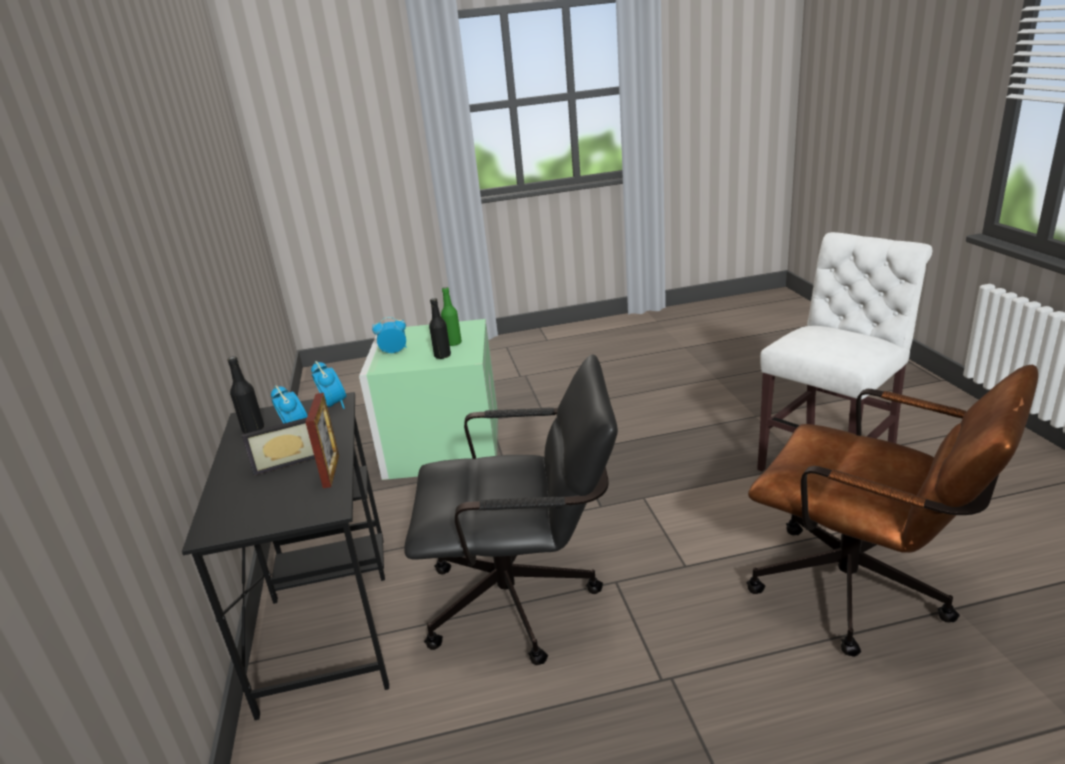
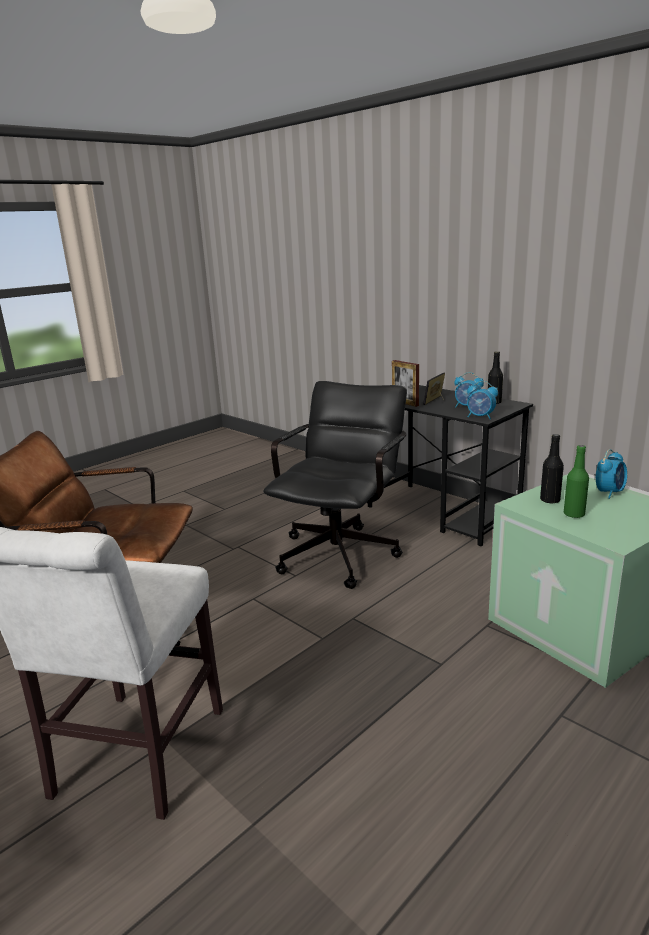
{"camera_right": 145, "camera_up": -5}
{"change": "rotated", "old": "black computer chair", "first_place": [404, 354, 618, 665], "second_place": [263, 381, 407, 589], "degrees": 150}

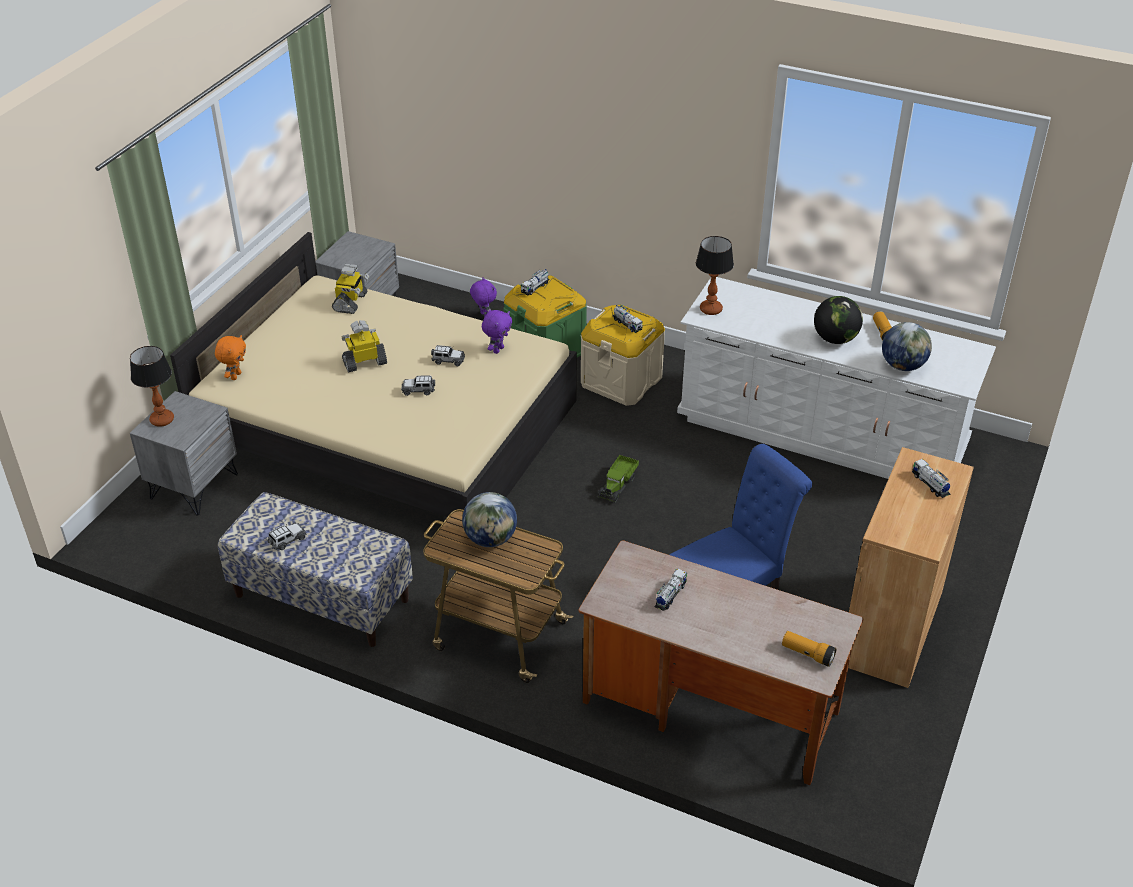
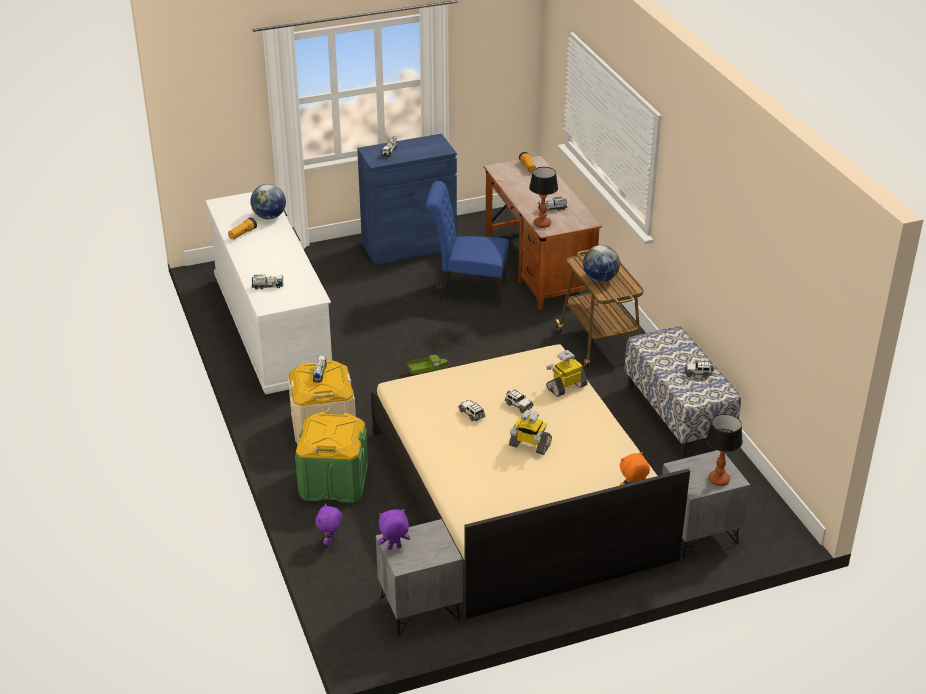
{"camera_right": -135, "camera_up": -5}
{"change": "shifted", "old": "lamp for a table", "first_place": [696, 236, 734, 315], "second_place": [529, 167, 558, 228]}
{"change": "shifted", "old": "model robot", "first_place": [332, 264, 369, 314], "second_place": [546, 350, 588, 397]}
{"change": "shifted", "old": "toy truck", "first_place": [521, 269, 550, 296], "second_place": [252, 274, 283, 290]}
{"change": "gone", "old": "world globe", "first_place": [814, 296, 863, 344]}
{"change": "shifted", "old": "purple cuddly toy", "first_place": [482, 310, 512, 354], "second_place": [378, 509, 410, 550]}
{"change": "repainted", "old": "brown-coloured cabinet", "new": "blue cabinet", "first_place": [848, 447, 974, 688], "second_place": [357, 134, 457, 265]}

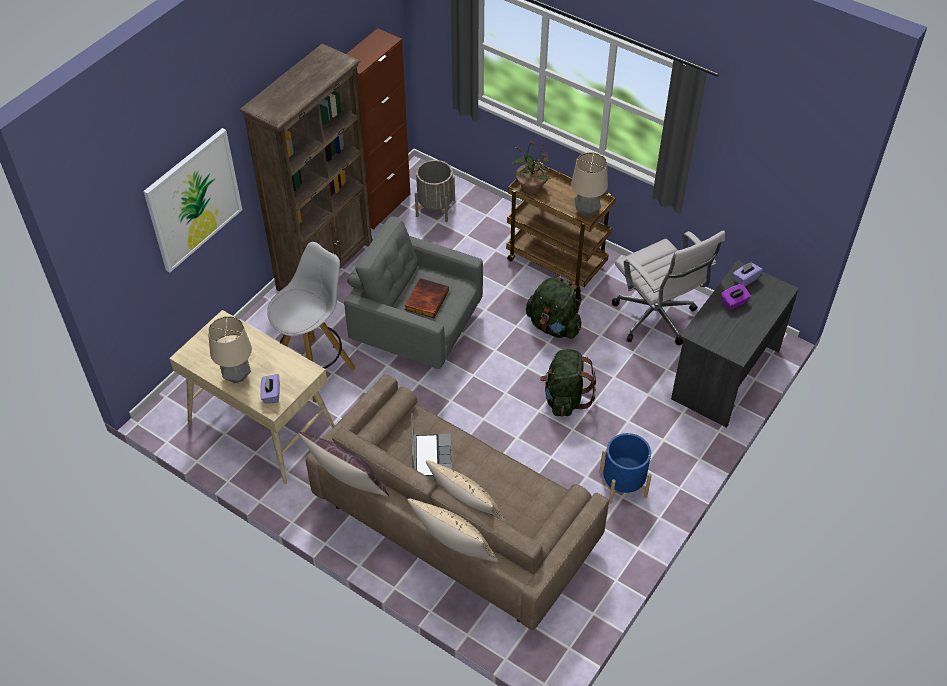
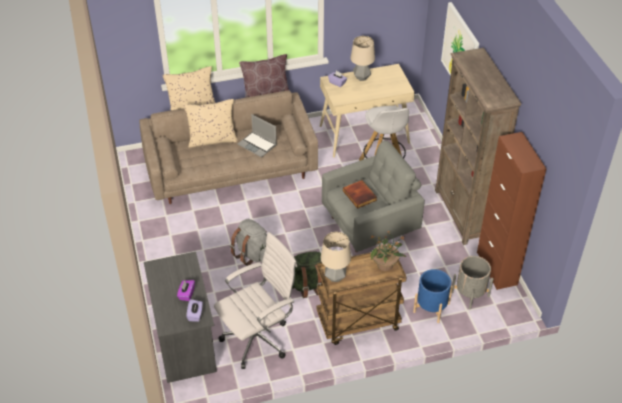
{"camera_right": 130, "camera_up": -5}
{"change": "rotated", "old": "white computer chair", "first_place": [612, 230, 725, 346], "second_place": [214, 232, 297, 369], "degrees": 135}
{"change": "repainted", "old": "greenish rucksack", "new": "grey rucksack", "first_place": [540, 349, 596, 417], "second_place": [230, 219, 267, 266]}
{"change": "shifted", "old": "blue flower pot", "first_place": [599, 433, 652, 504], "second_place": [413, 269, 453, 323]}

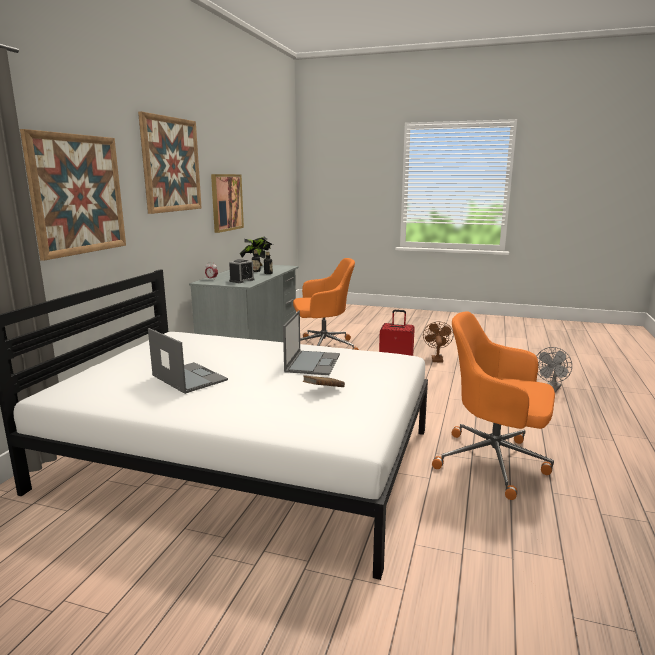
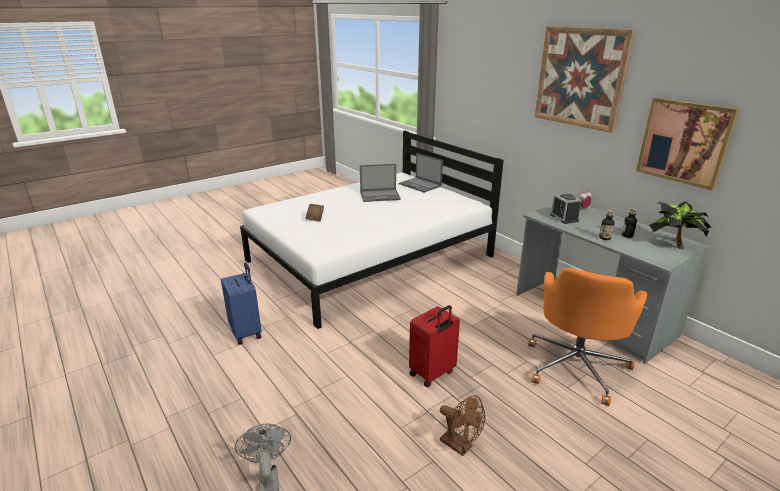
{"camera_right": 125, "camera_up": 10}
{"change": "gone", "old": "wall art", "first_place": [20, 129, 126, 261]}
{"change": "shifted", "old": "notebook computer", "first_place": [283, 311, 340, 375], "second_place": [399, 153, 443, 193]}
{"change": "swapped", "old": "orange-coloured computer chair", "new": "blue suitcase", "first_place": [432, 312, 555, 500], "second_place": [221, 262, 262, 345]}

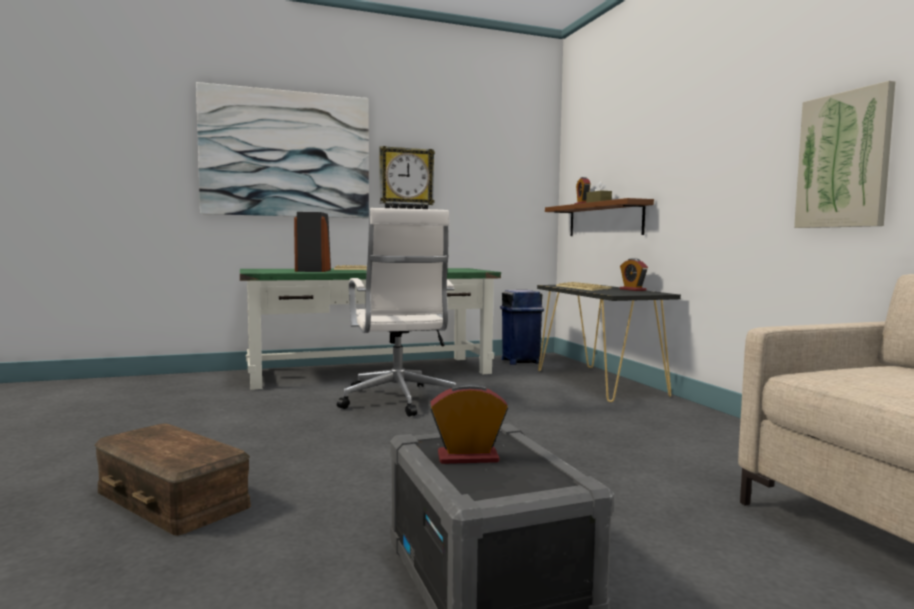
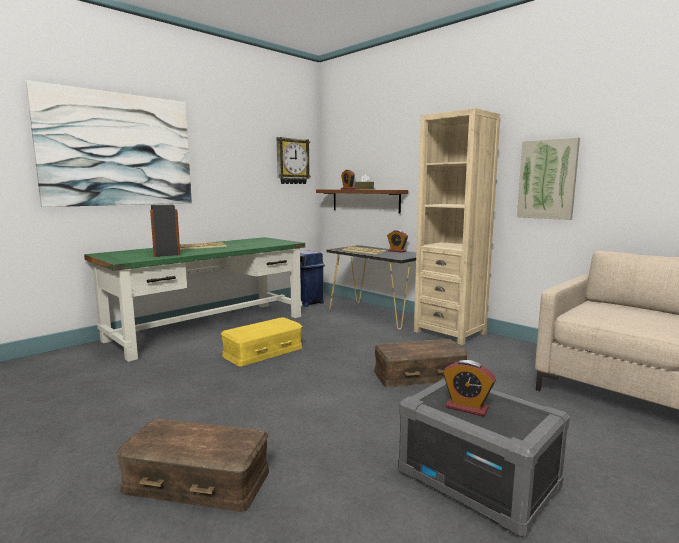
{"camera_right": -25, "camera_up": 5}
{"change": "shifted", "old": "hanging clock", "first_place": [379, 146, 435, 209], "second_place": [277, 137, 311, 184]}
{"change": "swapped", "old": "white computer chair", "new": "yellow-coloured storage container", "first_place": [337, 208, 456, 417], "second_place": [221, 317, 302, 366]}
{"change": "rotated", "old": "alarm clock", "first_place": [430, 382, 508, 464], "second_place": [443, 360, 496, 417], "degrees": -120}
{"change": "new", "new": "beige shelving unit", "second_place": [414, 108, 500, 345]}
{"change": "new", "new": "brown-coloured storage container", "second_place": [374, 339, 468, 388]}

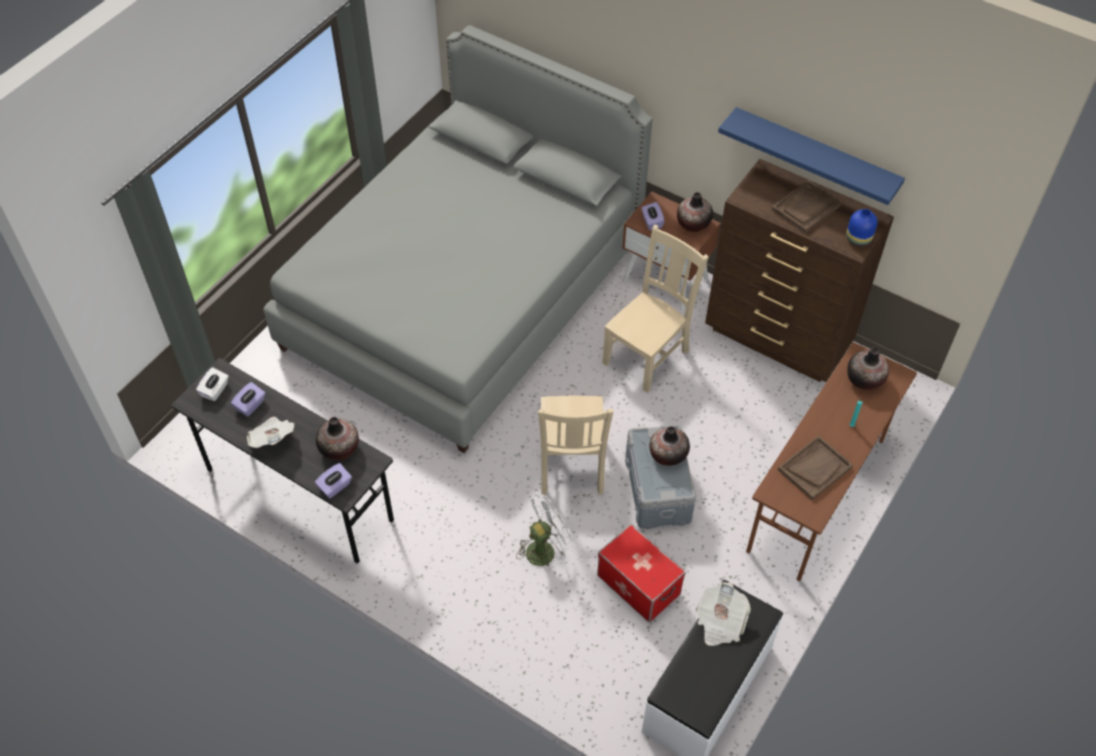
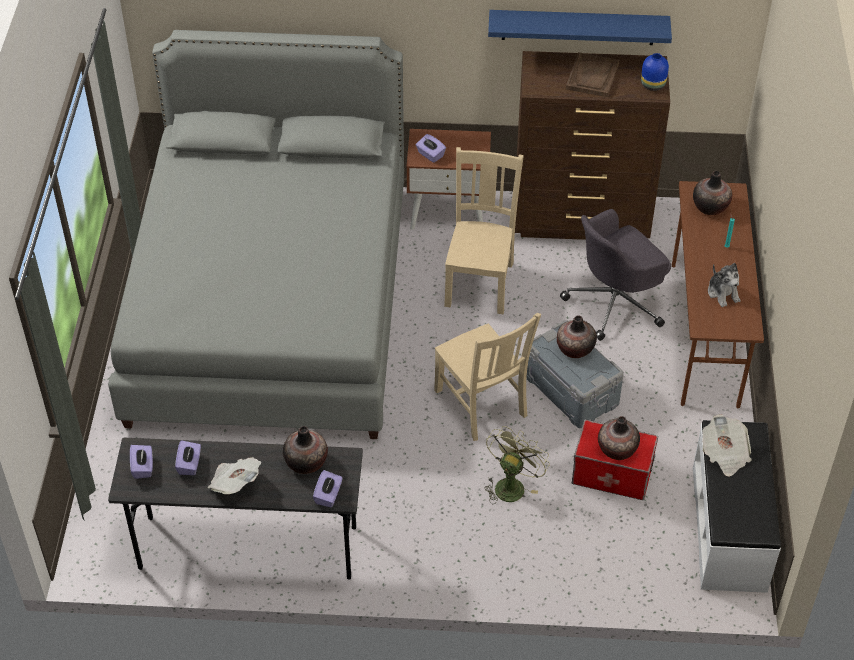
{"camera_right": -30, "camera_up": -5}
{"change": "shifted", "old": "flower vase", "first_place": [677, 192, 713, 232], "second_place": [598, 416, 640, 460]}
{"change": "repainted", "old": "white tissue box", "new": "purple tissue box", "first_place": [196, 367, 228, 401], "second_place": [130, 445, 153, 479]}
{"change": "swapped", "old": "brown-coloured tray", "new": "cuddly toy", "first_place": [778, 435, 853, 500], "second_place": [708, 263, 740, 307]}
{"change": "repainted", "old": "white fan", "new": "greenish fan", "first_place": [516, 494, 575, 569], "second_place": [484, 426, 550, 504]}
{"change": "new", "new": "grey computer chair", "second_place": [560, 209, 671, 341]}

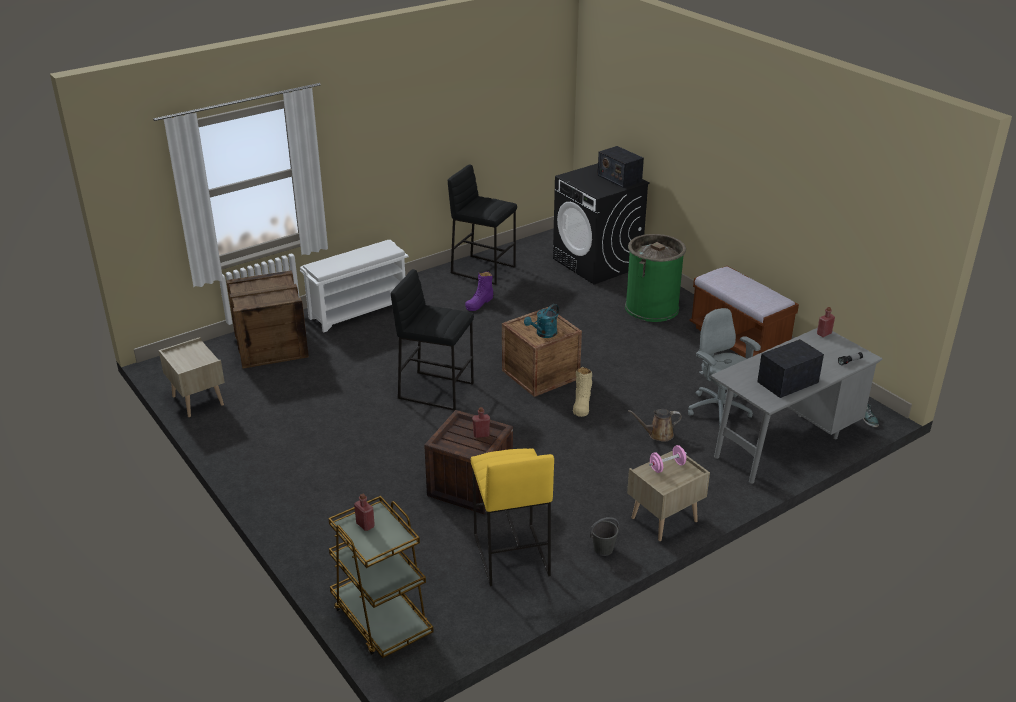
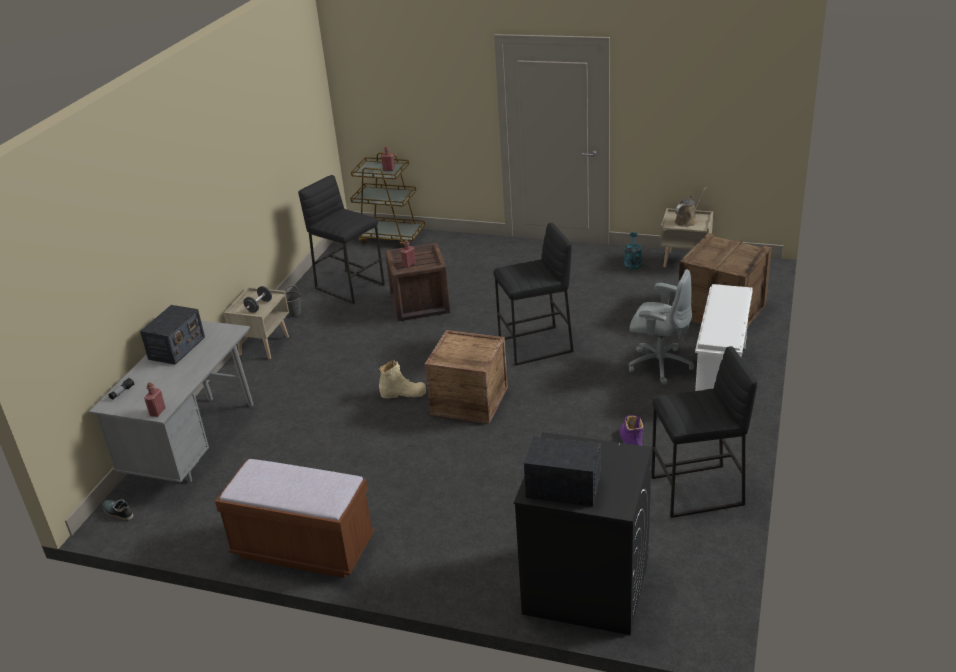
{"camera_right": 145, "camera_up": 0}
{"change": "gone", "old": "greenish waste bin", "first_place": [625, 234, 686, 322]}
{"change": "shifted", "old": "blue-green sprinkling can", "first_place": [524, 304, 559, 338], "second_place": [624, 232, 642, 269]}
{"change": "shifted", "old": "grey computer chair", "first_place": [688, 308, 761, 427], "second_place": [629, 269, 695, 384]}
{"change": "rotated", "old": "beige high-top boot", "first_place": [573, 367, 592, 417], "second_place": [378, 360, 426, 398], "degrees": 120}
{"change": "shifted", "old": "brown-coloured sprinkling can", "first_place": [628, 409, 682, 442], "second_place": [675, 187, 707, 227]}
{"change": "repainted", "old": "pink hand weight", "new": "black hand weight", "first_place": [649, 445, 687, 473], "second_place": [244, 286, 272, 313]}
{"change": "repainted", "old": "yellow-coloured stool seat", "new": "black stool seat", "first_place": [471, 448, 554, 586], "second_place": [298, 175, 385, 304]}

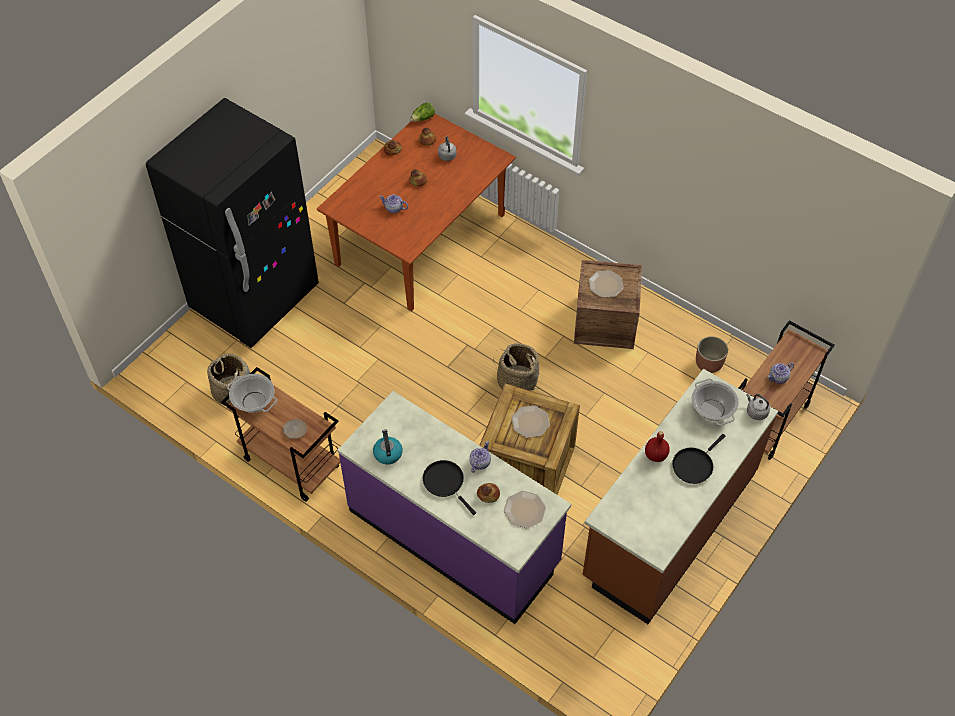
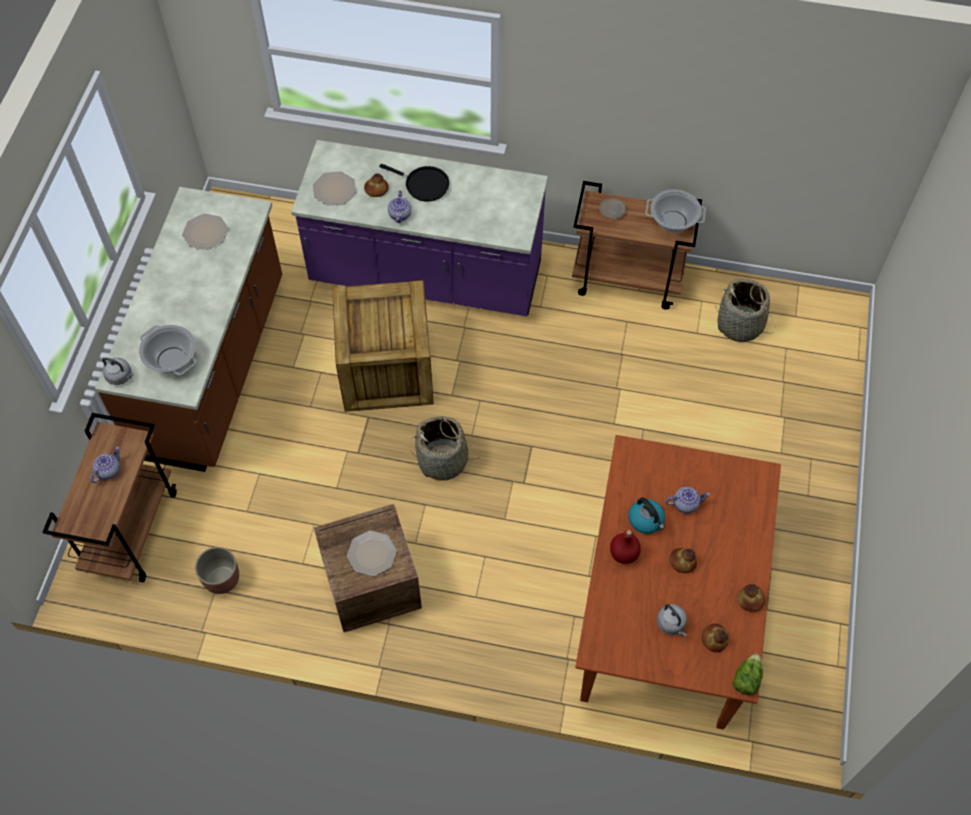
{"camera_right": 155, "camera_up": 5}
{"change": "gone", "old": "black fridge", "first_place": [146, 98, 319, 348]}
{"change": "shifted", "old": "dinner plate", "first_place": [512, 405, 550, 438], "second_place": [182, 214, 228, 250]}
{"change": "shifted", "old": "kettle", "first_place": [373, 429, 403, 464], "second_place": [629, 497, 665, 534]}
{"change": "shifted", "old": "reddish drink bottle", "first_place": [645, 431, 670, 462], "second_place": [610, 530, 641, 564]}
{"change": "gone", "old": "black pan", "first_place": [672, 434, 725, 484]}

